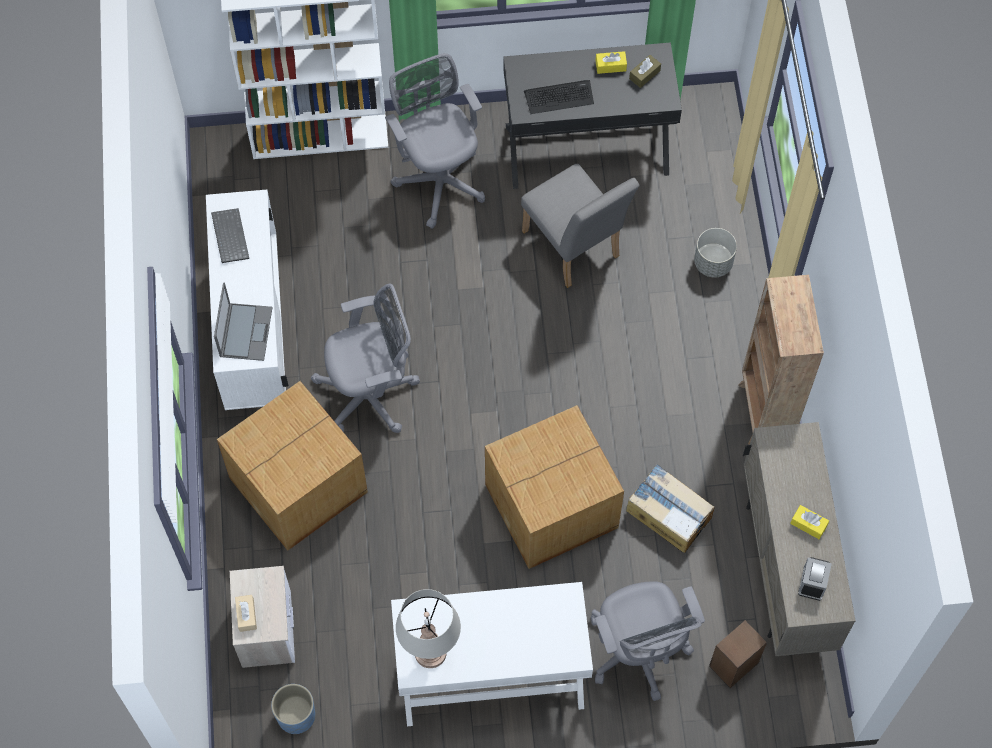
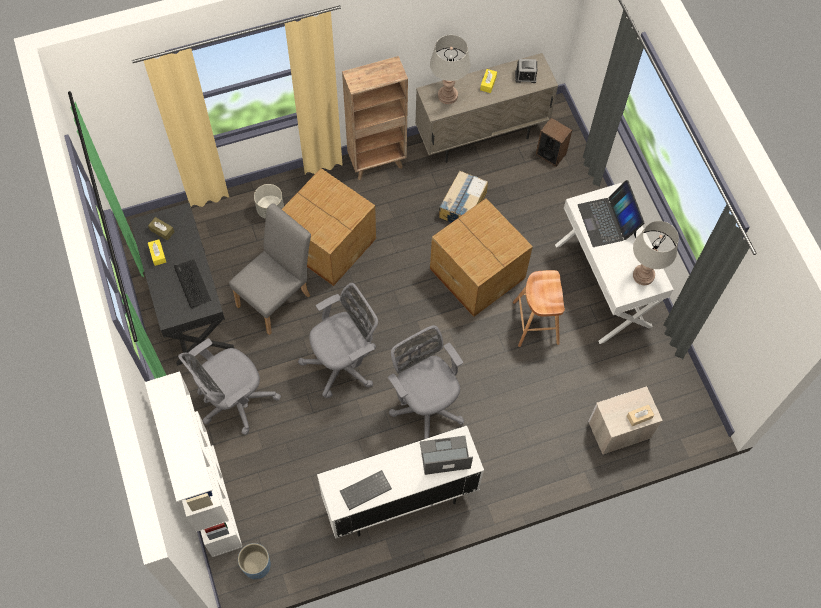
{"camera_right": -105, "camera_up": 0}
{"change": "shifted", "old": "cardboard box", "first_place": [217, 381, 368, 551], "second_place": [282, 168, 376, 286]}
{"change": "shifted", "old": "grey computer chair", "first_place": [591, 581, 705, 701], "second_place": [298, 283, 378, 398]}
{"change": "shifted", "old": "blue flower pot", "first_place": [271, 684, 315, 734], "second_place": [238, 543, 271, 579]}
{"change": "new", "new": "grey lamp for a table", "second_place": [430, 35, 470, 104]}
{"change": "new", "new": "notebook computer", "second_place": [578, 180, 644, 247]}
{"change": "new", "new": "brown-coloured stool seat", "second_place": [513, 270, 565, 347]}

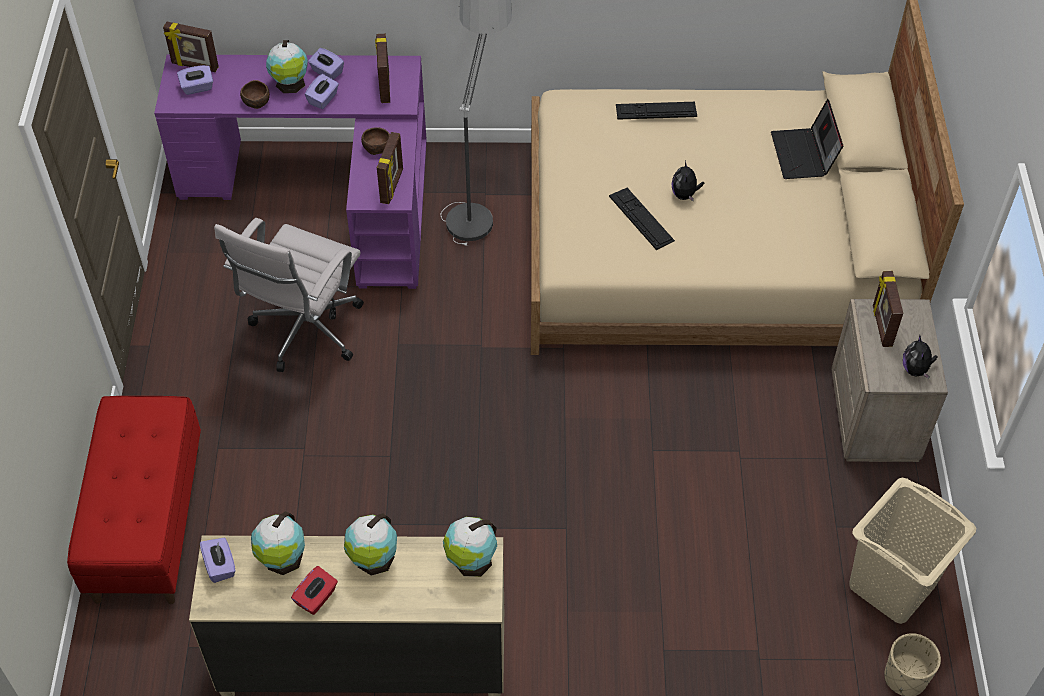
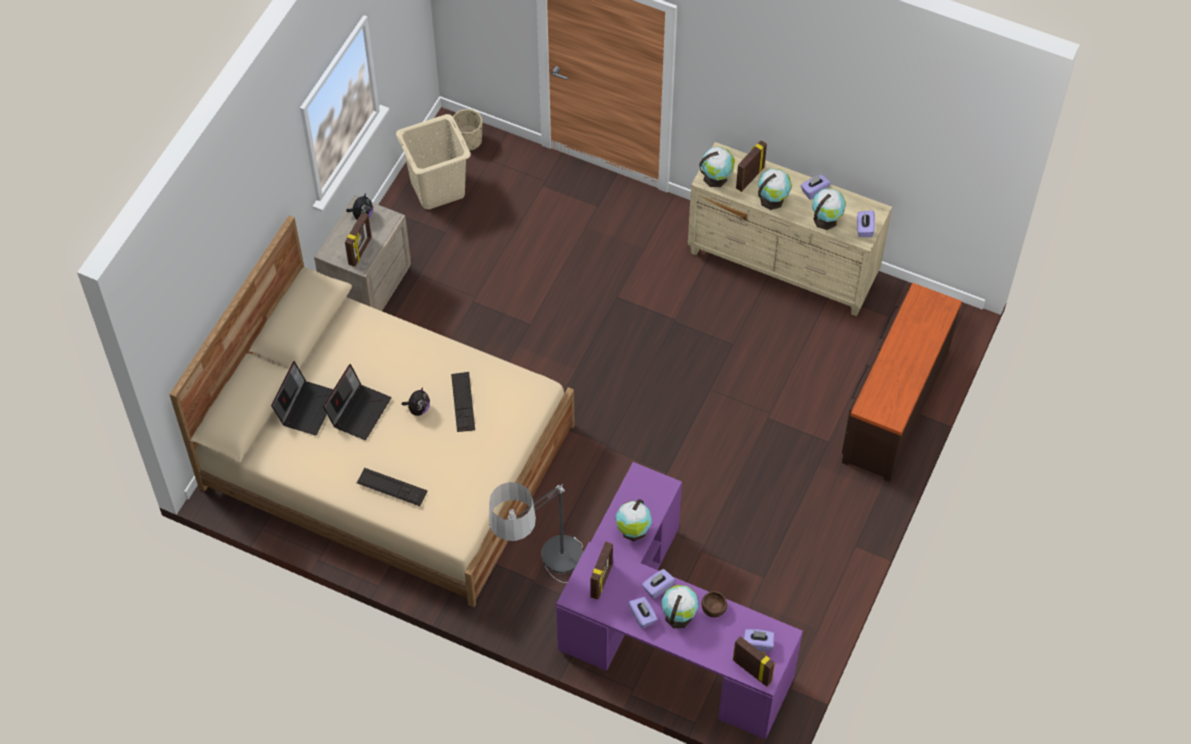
{"camera_right": -155, "camera_up": 5}
{"change": "swapped", "old": "brown-coloured bowl", "new": "world globe", "first_place": [361, 128, 390, 155], "second_place": [615, 499, 652, 542]}
{"change": "shifted", "old": "picture frame", "first_place": [377, 132, 403, 204], "second_place": [736, 140, 767, 192]}
{"change": "gone", "old": "white computer chair", "first_place": [214, 218, 364, 372]}
{"change": "swapped", "old": "reddish long seat", "new": "brown-coloured chest of drawers", "first_place": [67, 396, 201, 604], "second_place": [842, 283, 962, 482]}
{"change": "repainted", "old": "reddish tissue box", "new": "purple tissue box", "first_place": [291, 566, 338, 615], "second_place": [800, 174, 831, 200]}
{"change": "new", "new": "notebook computer", "second_place": [323, 364, 391, 440]}

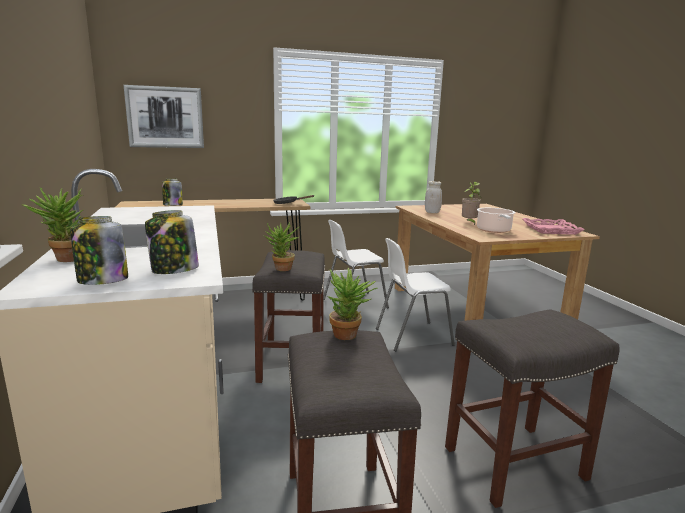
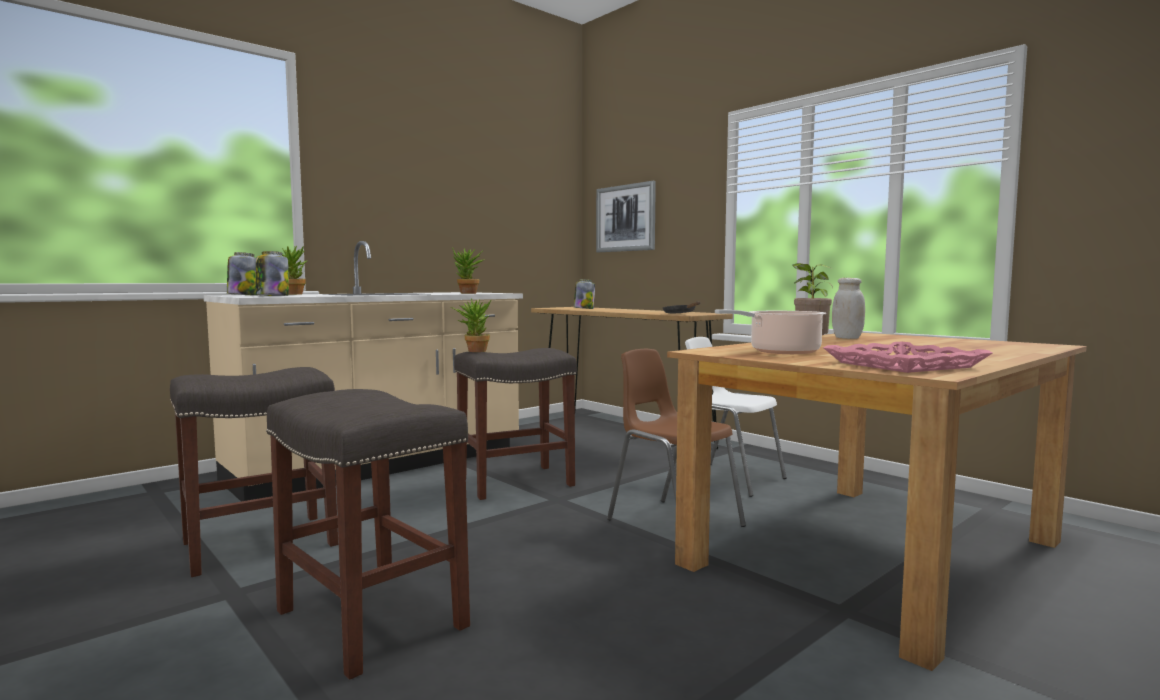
{"camera_right": 65, "camera_up": -10}
{"change": "repainted", "old": "white upright chair", "new": "brown-coloured upright chair", "first_place": [376, 238, 455, 351], "second_place": [607, 349, 746, 527]}
{"change": "shifted", "old": "potted plant", "first_place": [327, 268, 377, 340], "second_place": [452, 247, 485, 294]}

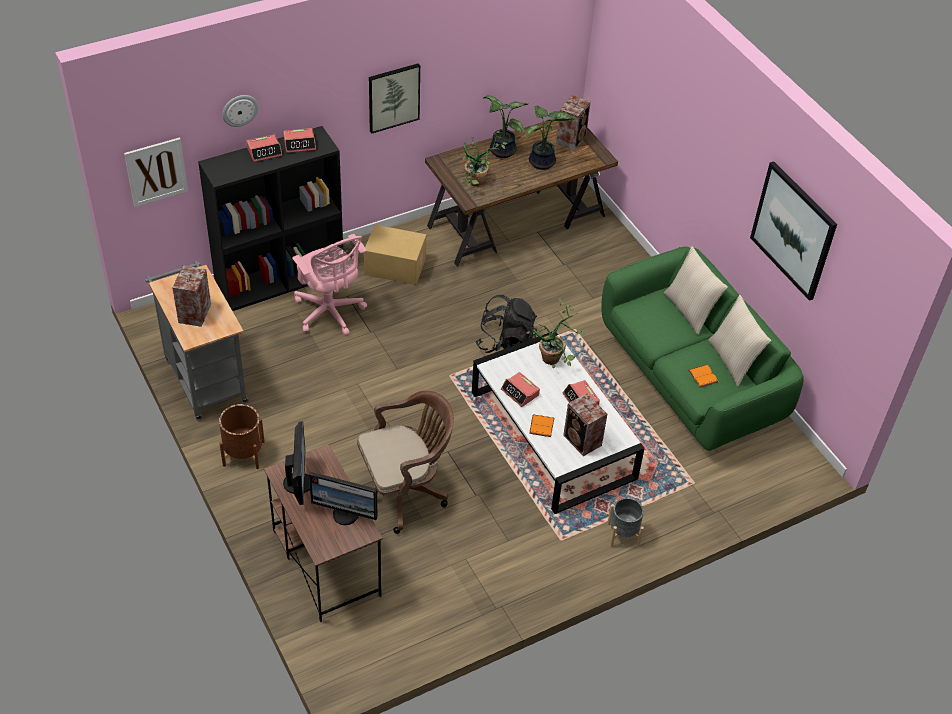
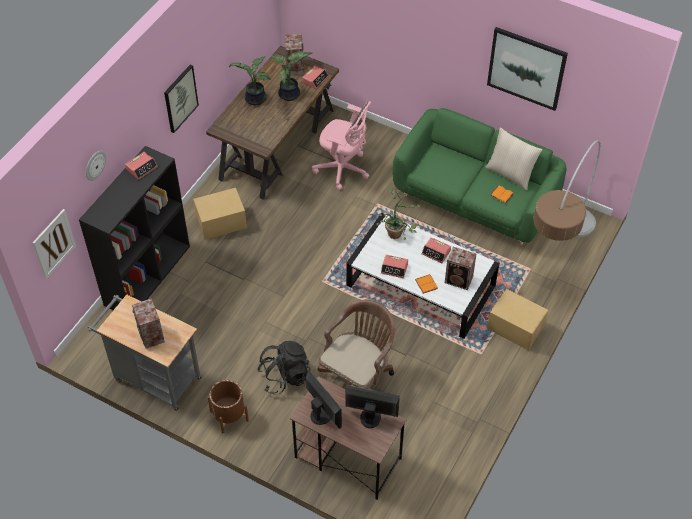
{"camera_right": -30, "camera_up": 5}
{"change": "gone", "old": "potted plant", "first_place": [460, 131, 507, 187]}
{"change": "shifted", "old": "alarm clock", "first_place": [246, 135, 282, 162], "second_place": [302, 66, 329, 89]}
{"change": "shifted", "old": "pink computer chair", "first_place": [292, 234, 367, 336], "second_place": [312, 101, 371, 190]}
{"change": "gone", "old": "beige throw pillow", "first_place": [664, 246, 728, 335]}
{"change": "shifted", "old": "black rucksack", "first_place": [475, 295, 537, 353], "second_place": [257, 341, 310, 395]}
{"change": "rotated", "old": "computer display", "first_place": [309, 472, 378, 525], "second_place": [345, 385, 400, 428], "degrees": -150}
{"change": "swapped", "old": "grey flower pot", "new": "cardboard box", "first_place": [607, 498, 644, 547], "second_place": [487, 289, 548, 350]}
{"change": "new", "new": "floor lamp", "second_place": [533, 140, 601, 241]}

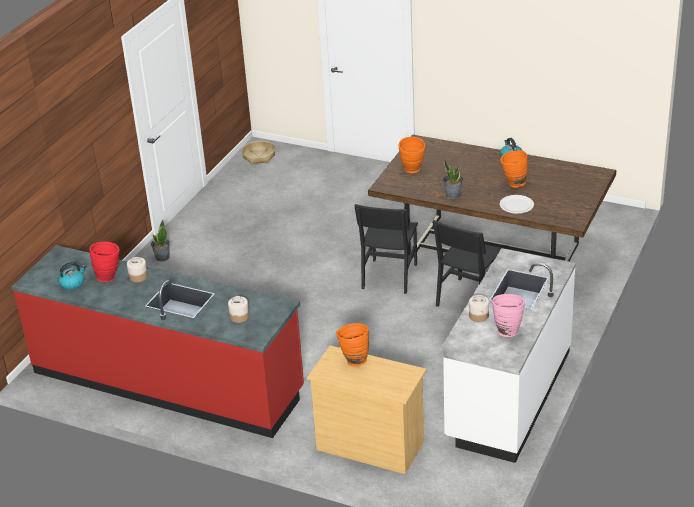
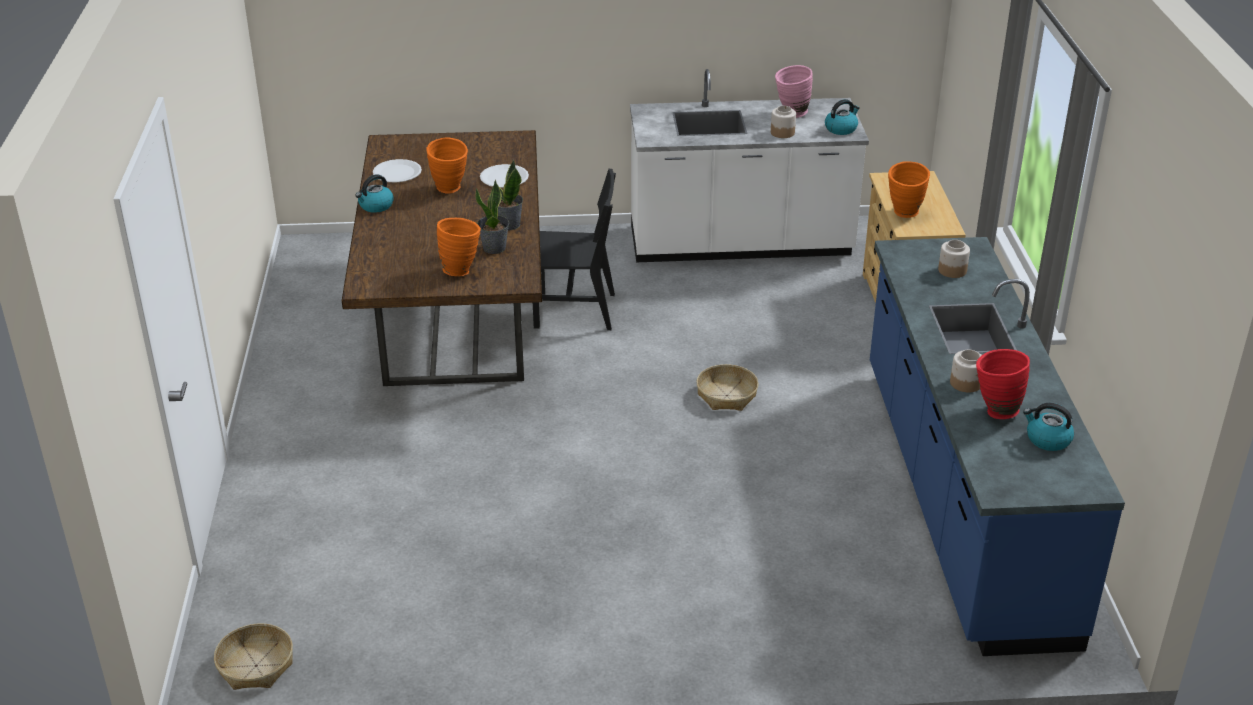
{"camera_right": -120, "camera_up": 0}
{"change": "gone", "old": "black upright chair", "first_place": [354, 204, 418, 294]}
{"change": "shifted", "old": "potted plant", "first_place": [151, 219, 170, 261], "second_place": [475, 180, 509, 254]}
{"change": "repainted", "old": "reddish kitchen base unit", "new": "blue kitchen base unit", "first_place": [12, 245, 304, 438], "second_place": [870, 237, 1125, 656]}
{"change": "new", "new": "kettle", "second_place": [825, 99, 860, 135]}
{"change": "new", "new": "white dinner plate", "second_place": [373, 159, 422, 182]}
{"change": "new", "new": "storage basket", "second_place": [696, 364, 758, 411]}

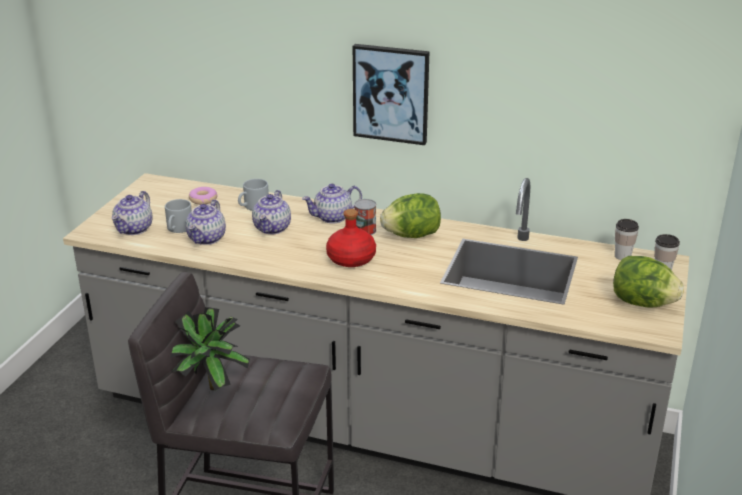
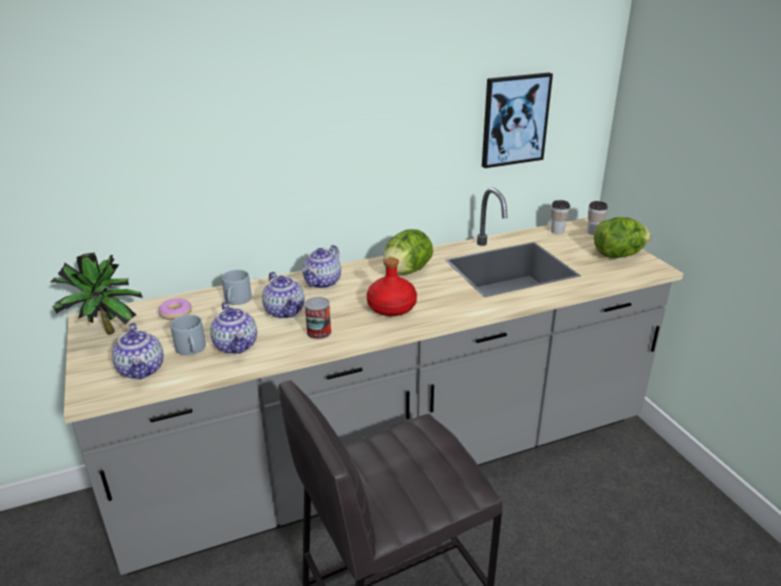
{"camera_right": -40, "camera_up": 0}
{"change": "shifted", "old": "wall art", "first_place": [353, 44, 430, 145], "second_place": [482, 73, 553, 168]}
{"change": "shifted", "old": "can", "first_place": [354, 199, 376, 235], "second_place": [304, 297, 332, 339]}
{"change": "shifted", "old": "potted plant", "first_place": [170, 307, 250, 391], "second_place": [51, 252, 143, 335]}

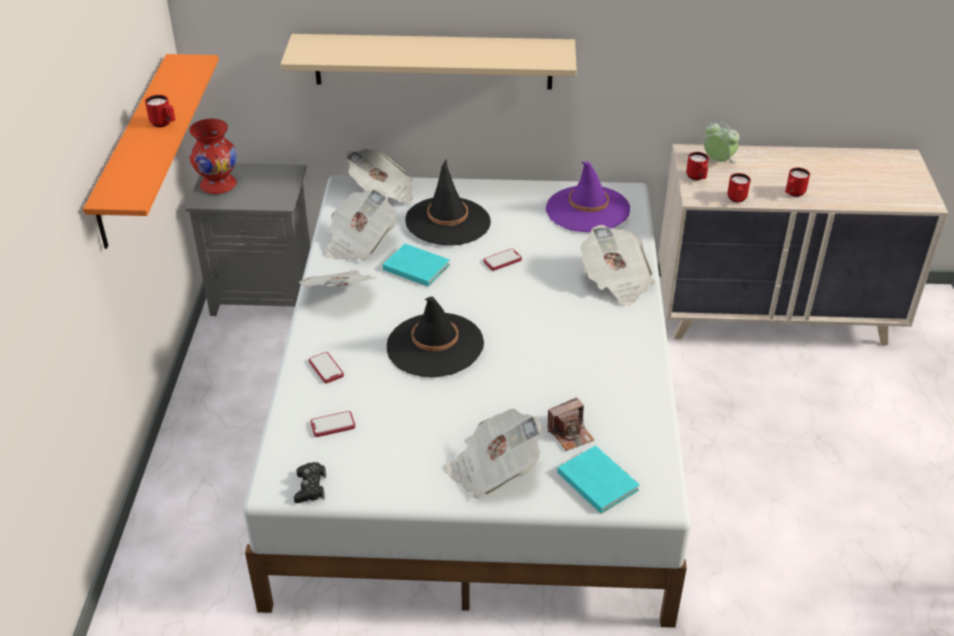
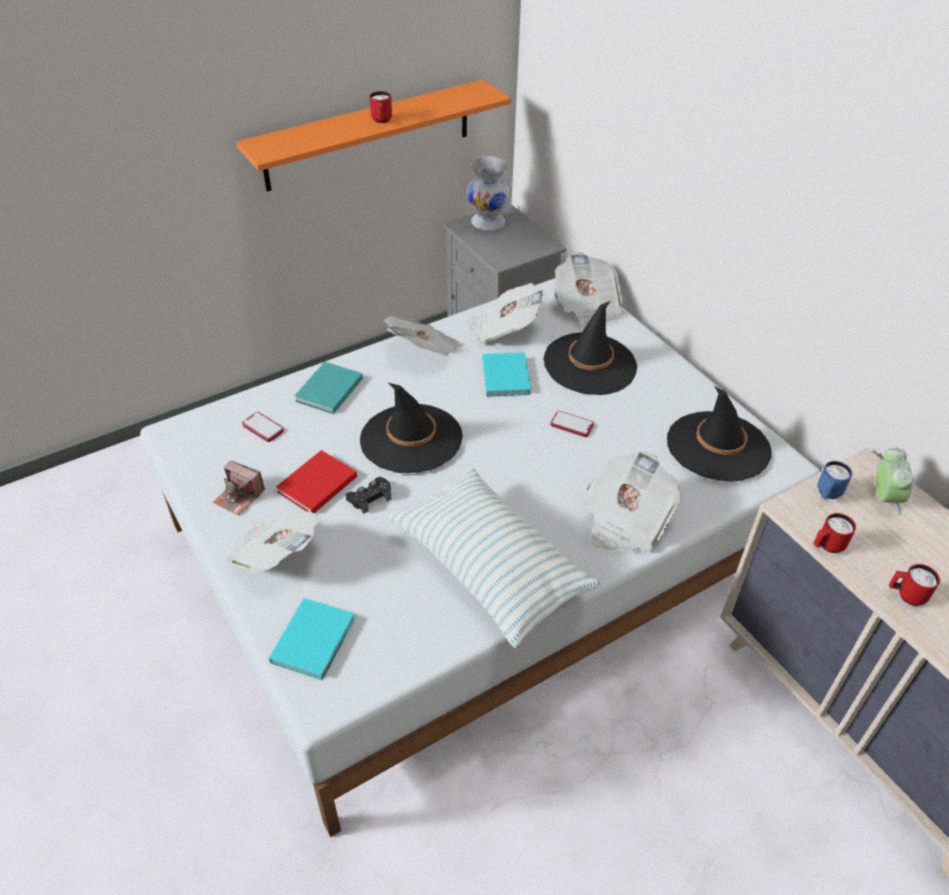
{"camera_right": 55, "camera_up": 5}
{"change": "gone", "old": "beige wall shelf", "first_place": [280, 34, 577, 89]}
{"change": "repainted", "old": "reddish flower vase", "new": "white flower vase", "first_place": [189, 119, 237, 194], "second_place": [467, 156, 511, 231]}
{"change": "repainted", "old": "reddish tea mug", "new": "blue tea mug", "first_place": [686, 152, 709, 180], "second_place": [817, 461, 853, 499]}
{"change": "repainted", "old": "purple wearable hat", "new": "black wearable hat", "first_place": [546, 162, 630, 232], "second_place": [667, 386, 772, 482]}
{"change": "swapped", "old": "telephone", "new": "blue-green book", "first_place": [309, 352, 344, 383], "second_place": [294, 362, 363, 414]}
{"change": "shifted", "old": "still camera", "first_place": [547, 397, 594, 451], "second_place": [213, 461, 265, 515]}
{"change": "shifted", "old": "black game controller", "first_place": [294, 462, 326, 503], "second_place": [346, 477, 391, 514]}
{"change": "new", "new": "reddish book", "second_place": [276, 450, 357, 513]}
{"change": "new", "new": "throw pillow", "second_place": [389, 468, 601, 648]}

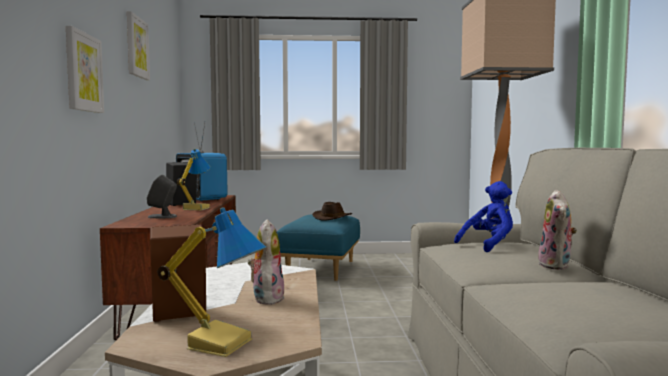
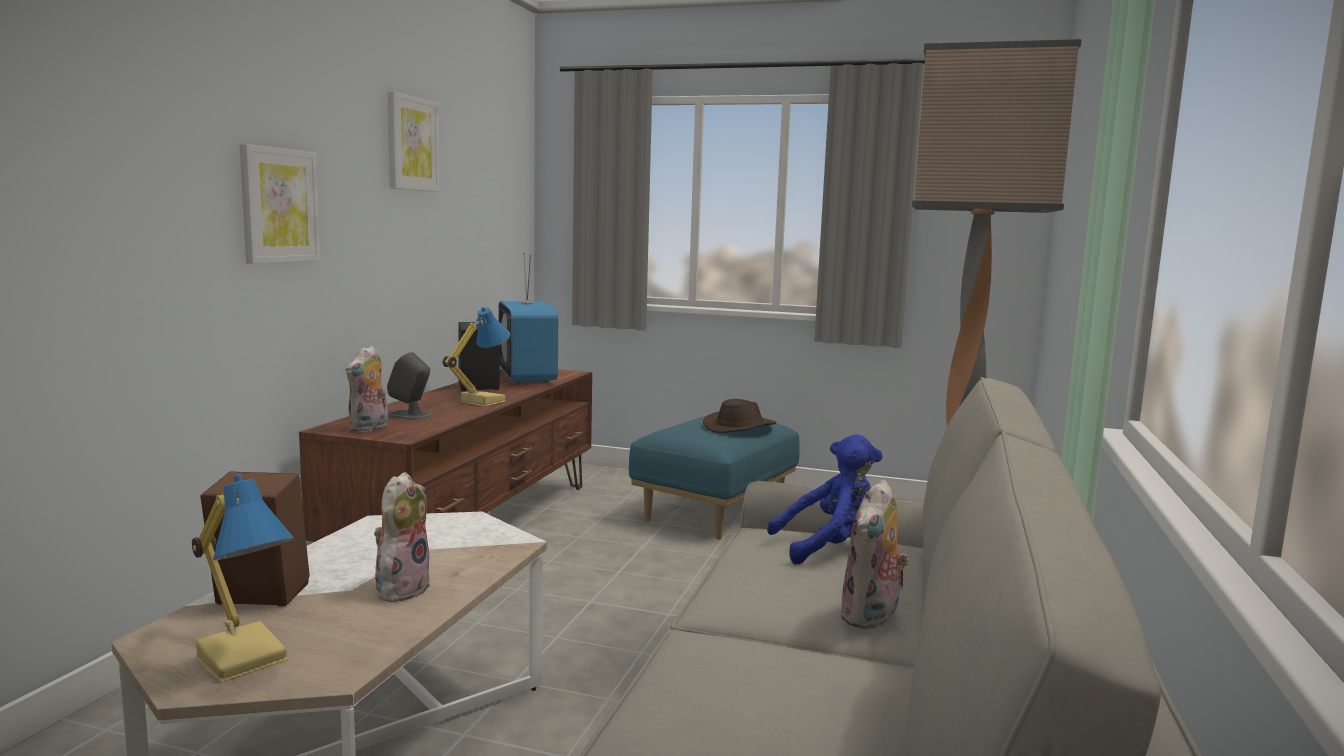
{"camera_right": 20, "camera_up": 5}
{"change": "new", "new": "cuddly toy", "second_place": [346, 346, 388, 432]}

